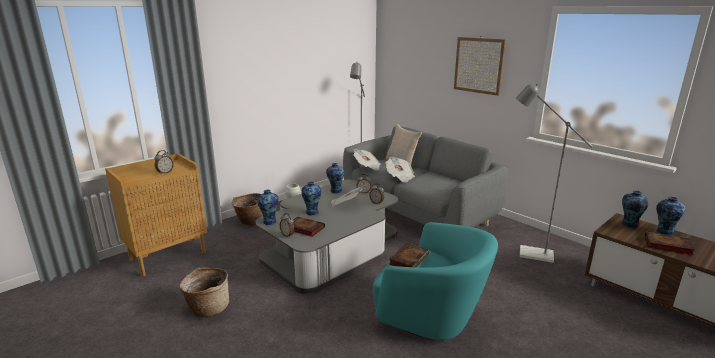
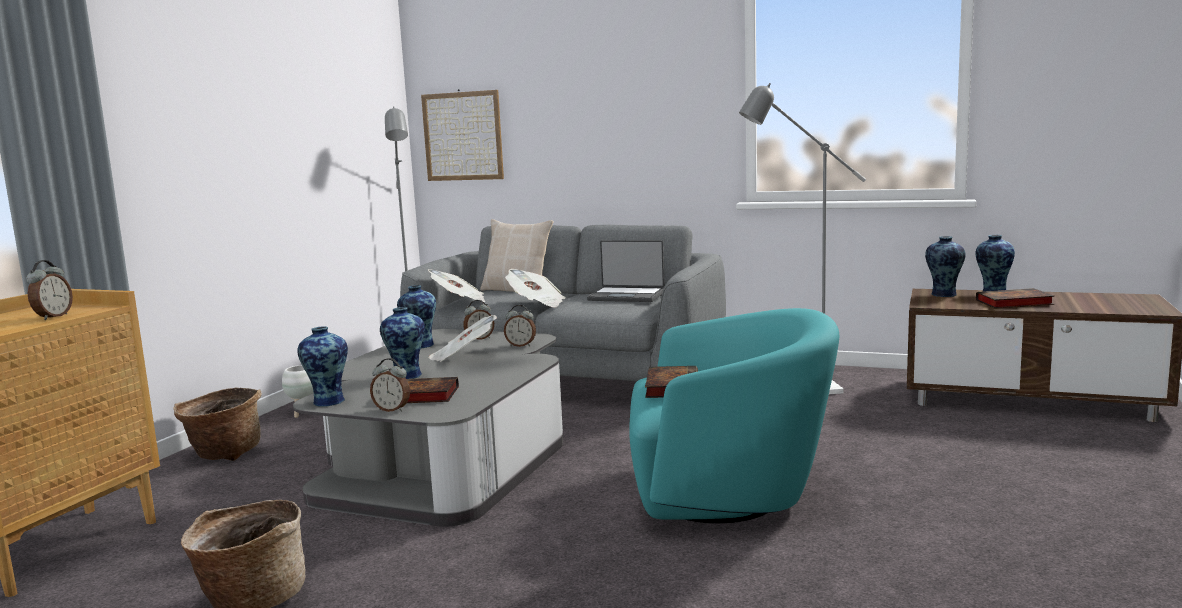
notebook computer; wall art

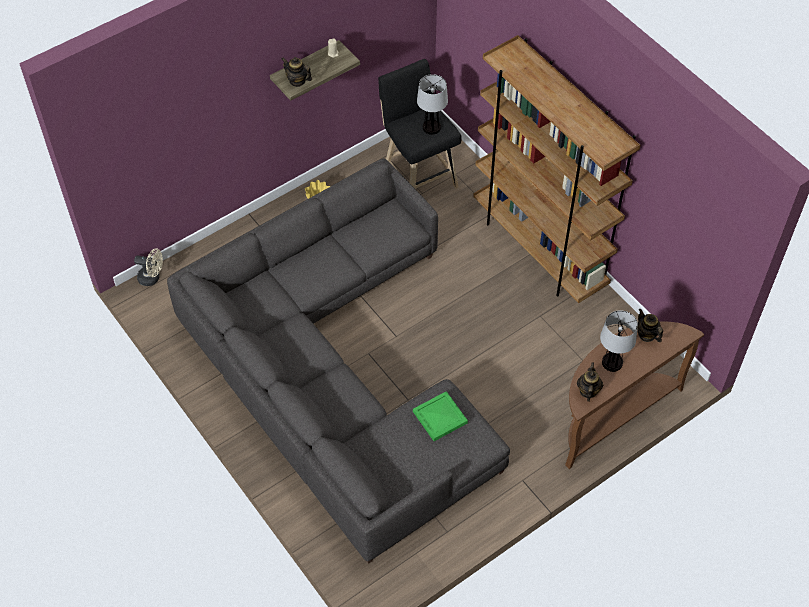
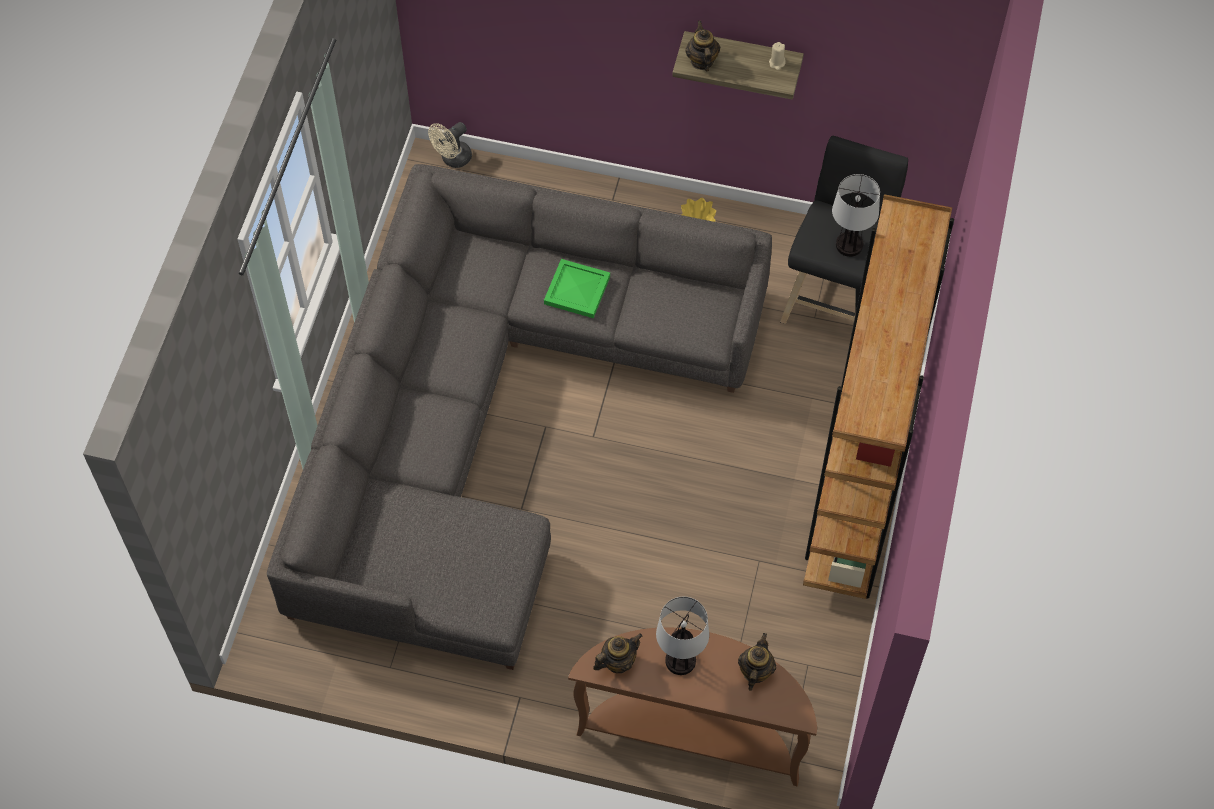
tray (greenish); electric fan (beige-coloured)

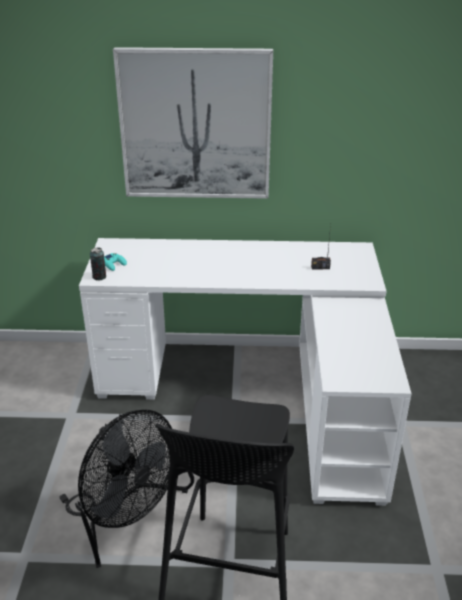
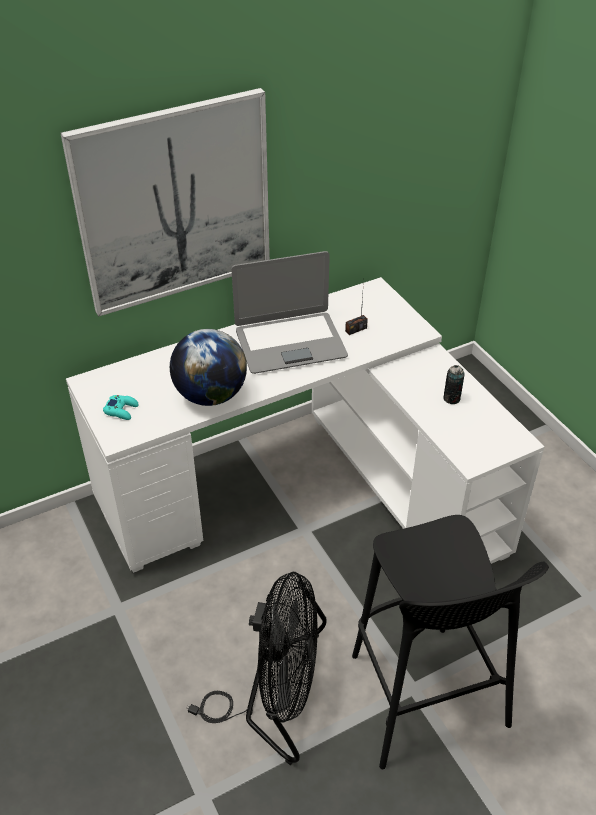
desk globe; notebook computer; can

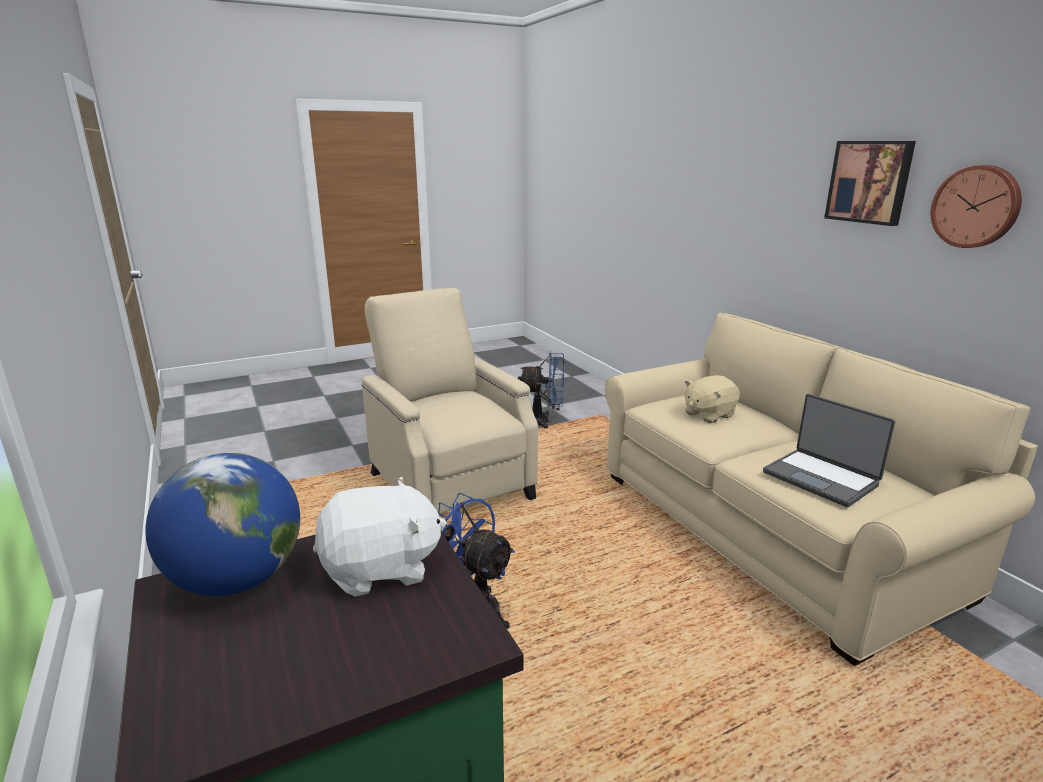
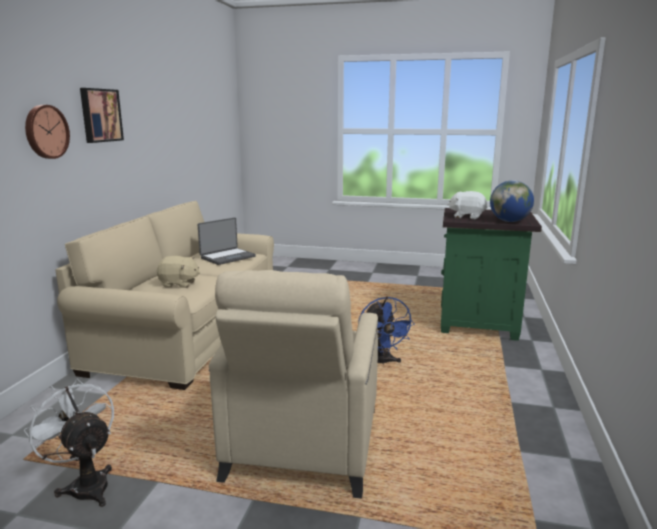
hanging clock; electric fan (white-coloured); notebook computer

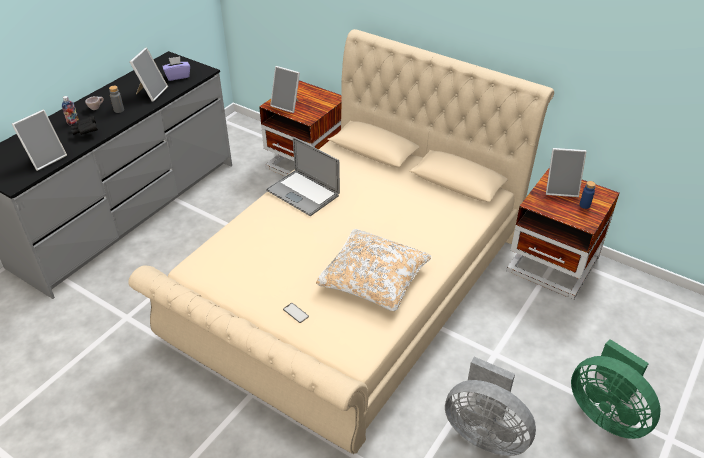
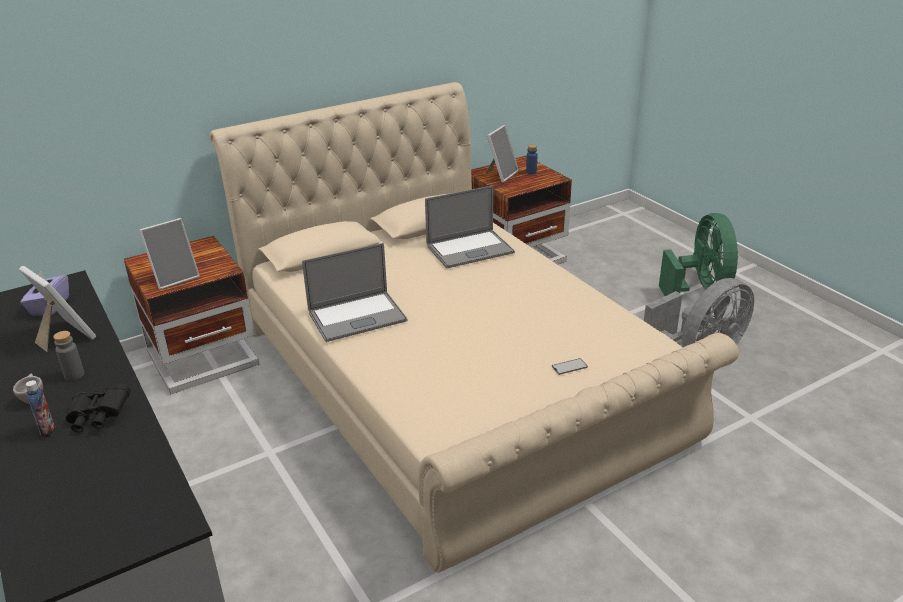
standing frame (no. 1 from left in the first image); throw pillow (white-coloured); notebook computer (no. 2 from left); electric fan (greenish)

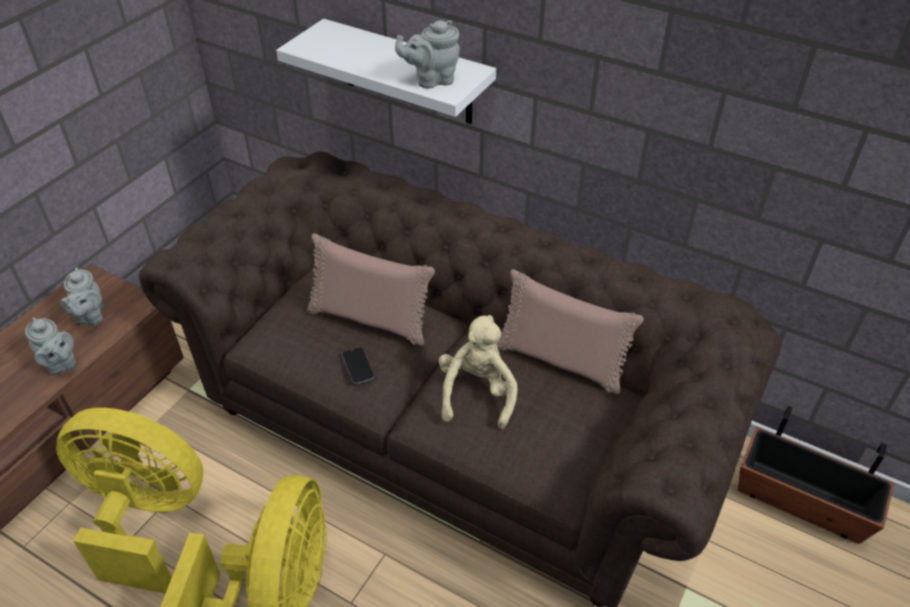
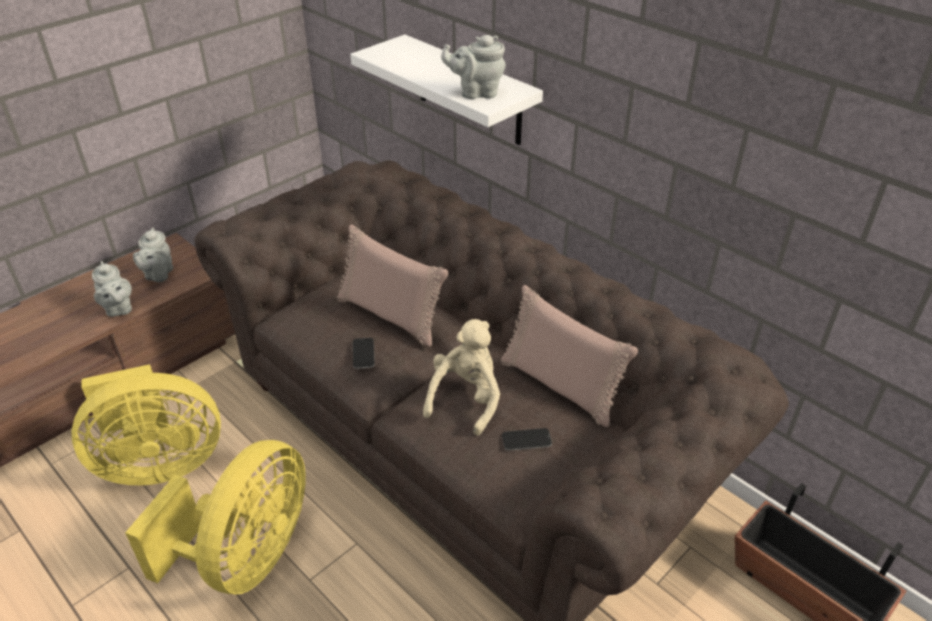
phone (no. 2 from left); electric fan (yellow-coloured) (no. 1 from left)

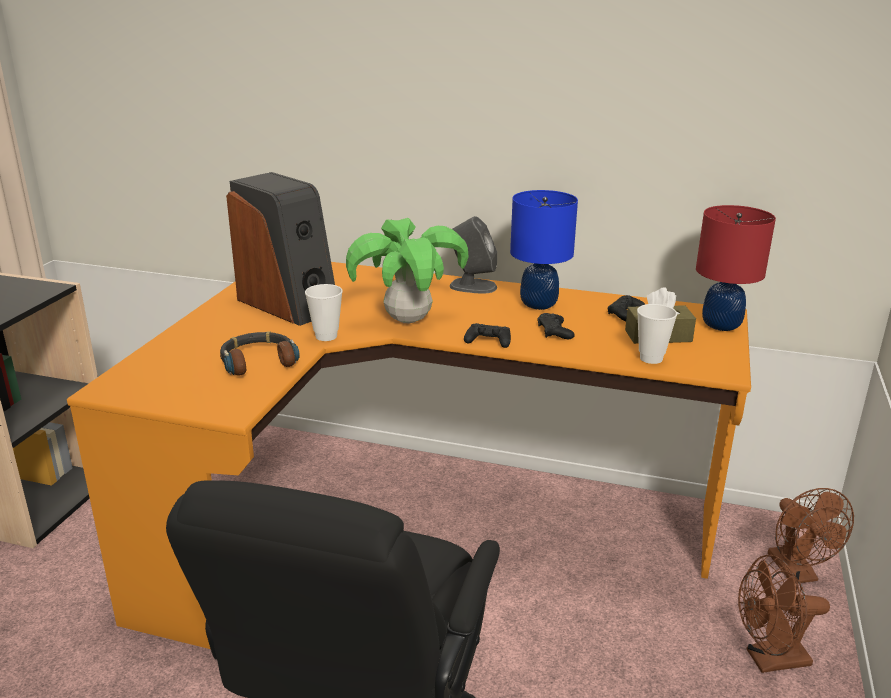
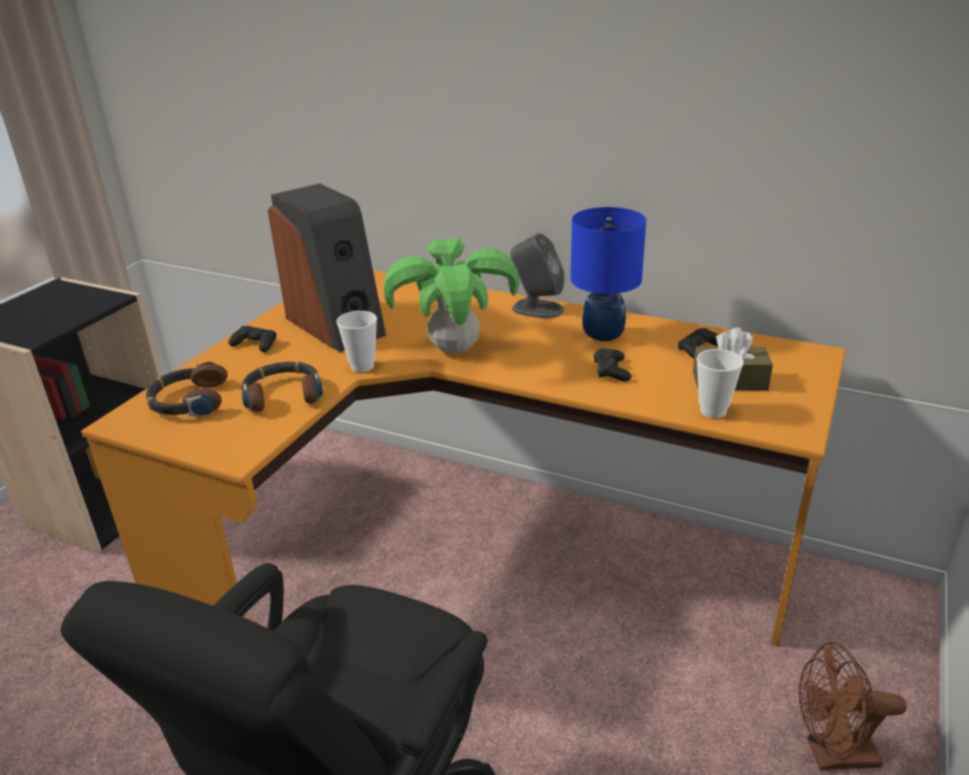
tabletop lamp (red-coloured); electric fan (brown) (no. 2 from left in the first image); headphones (no. 1 from left); gamepad (blackish) (no. 1 from left)

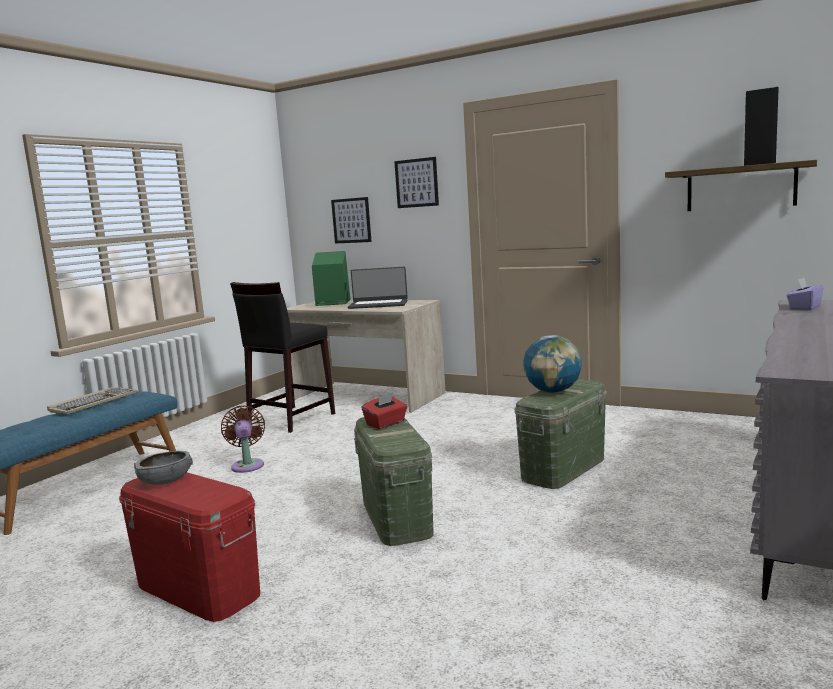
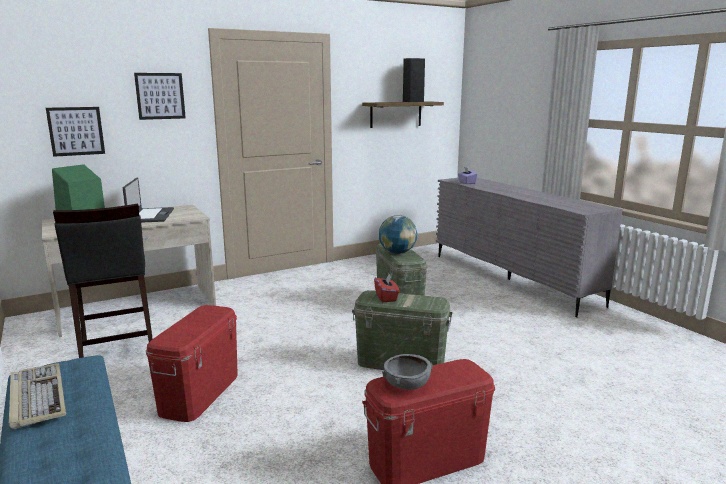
storage box (red-coloured) (no. 1 from left); notebook computer

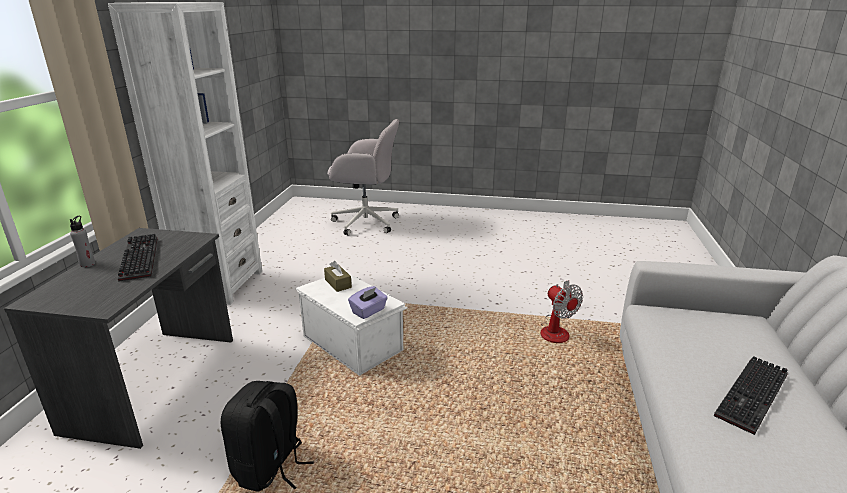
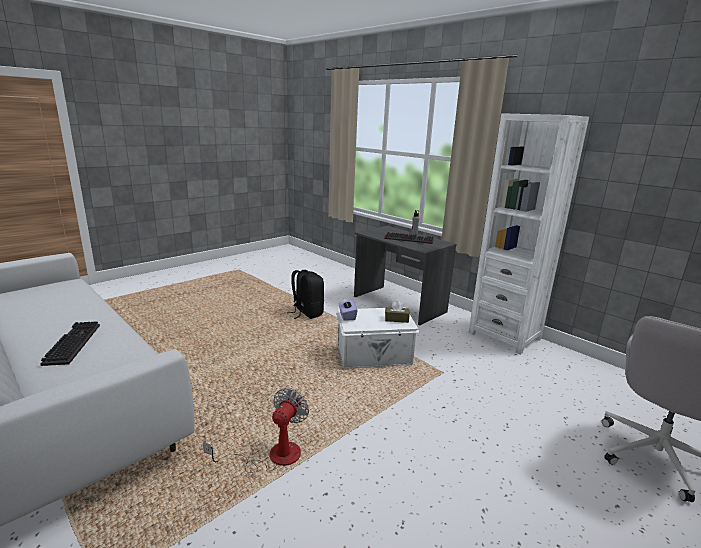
electric fan

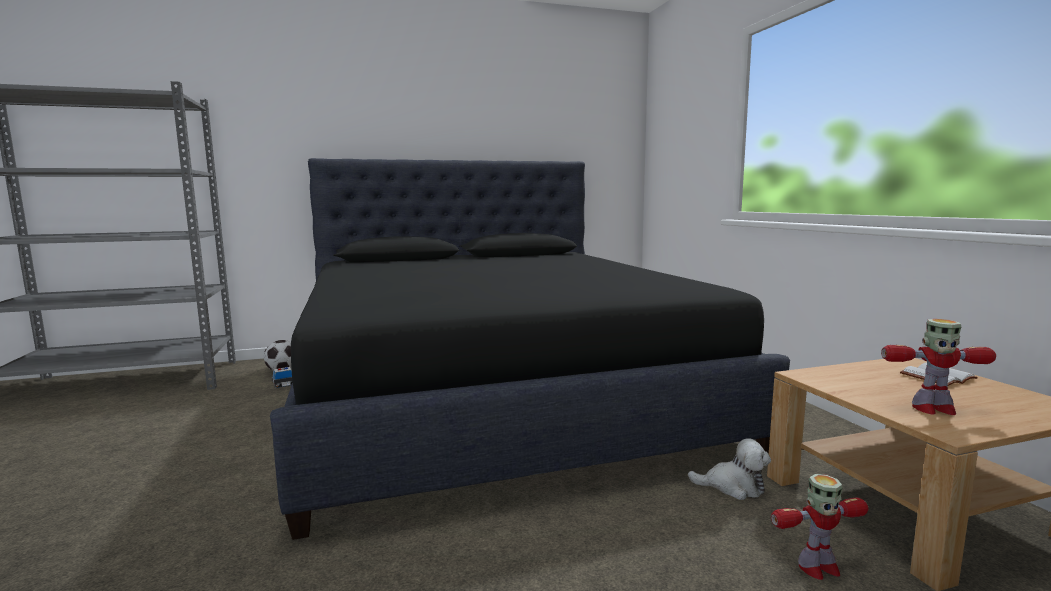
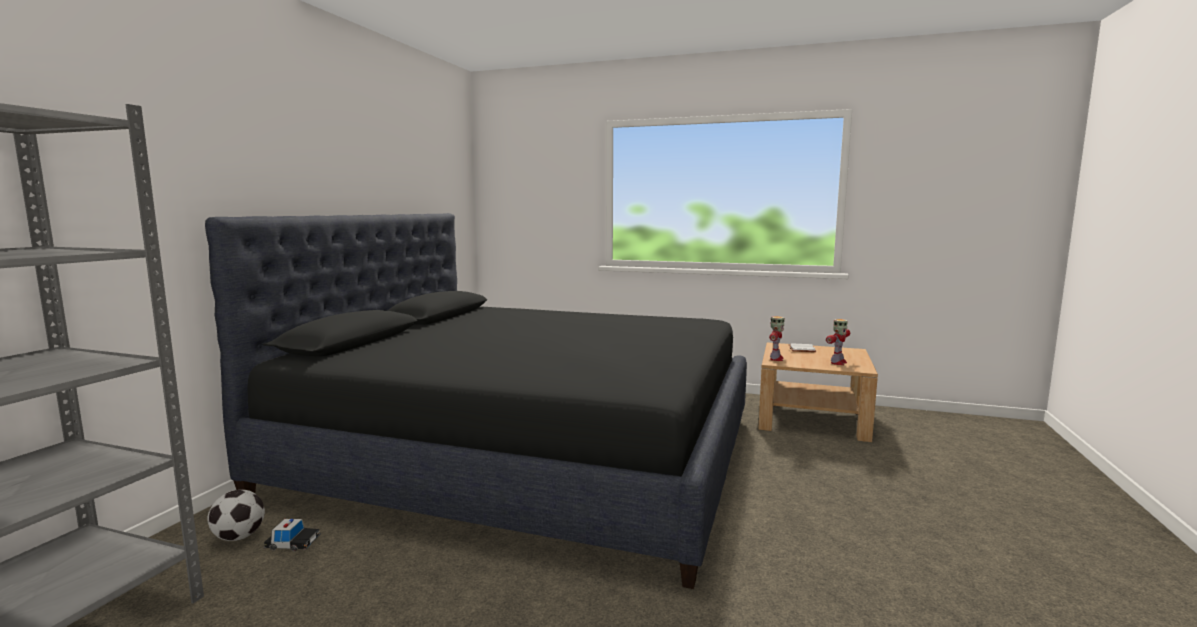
soft toy; model robot (no. 1 from left)

